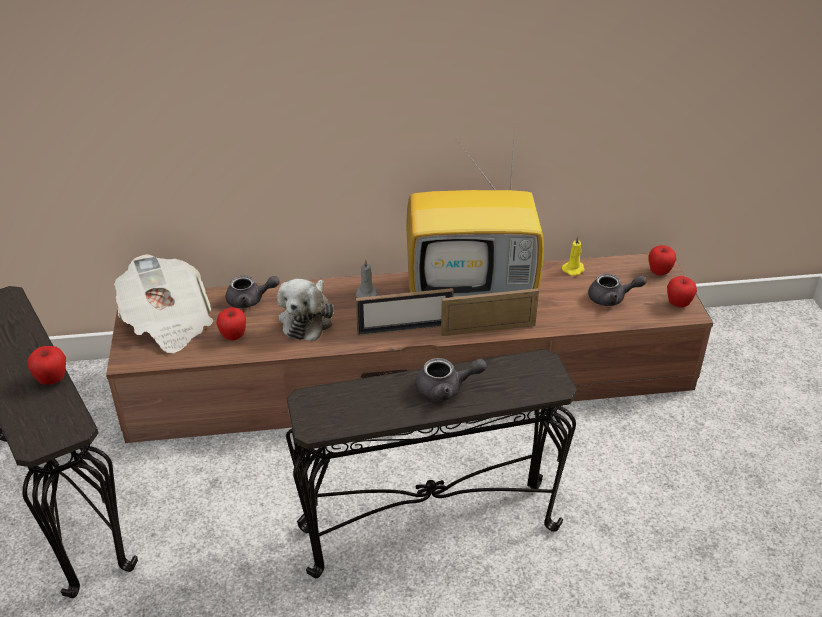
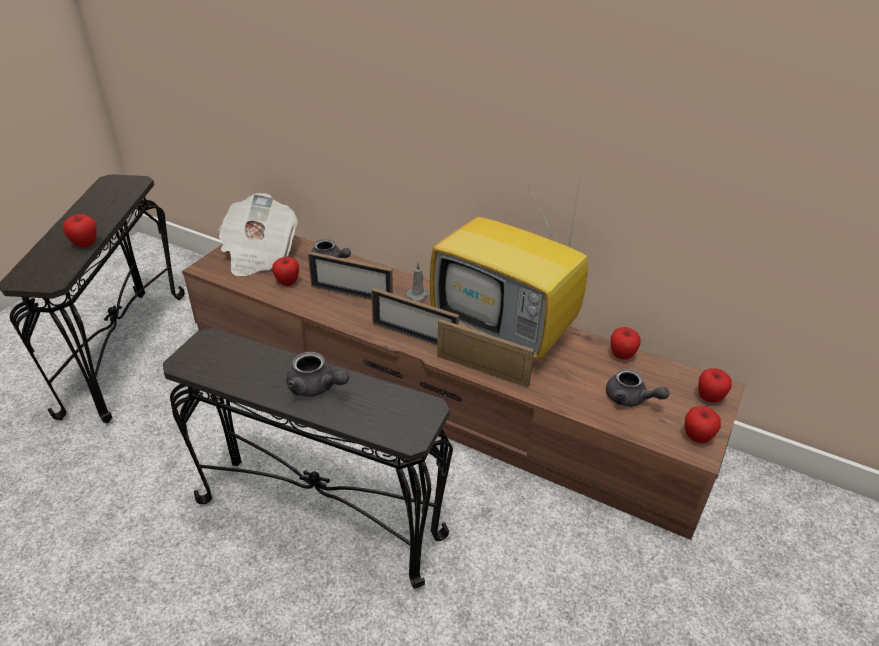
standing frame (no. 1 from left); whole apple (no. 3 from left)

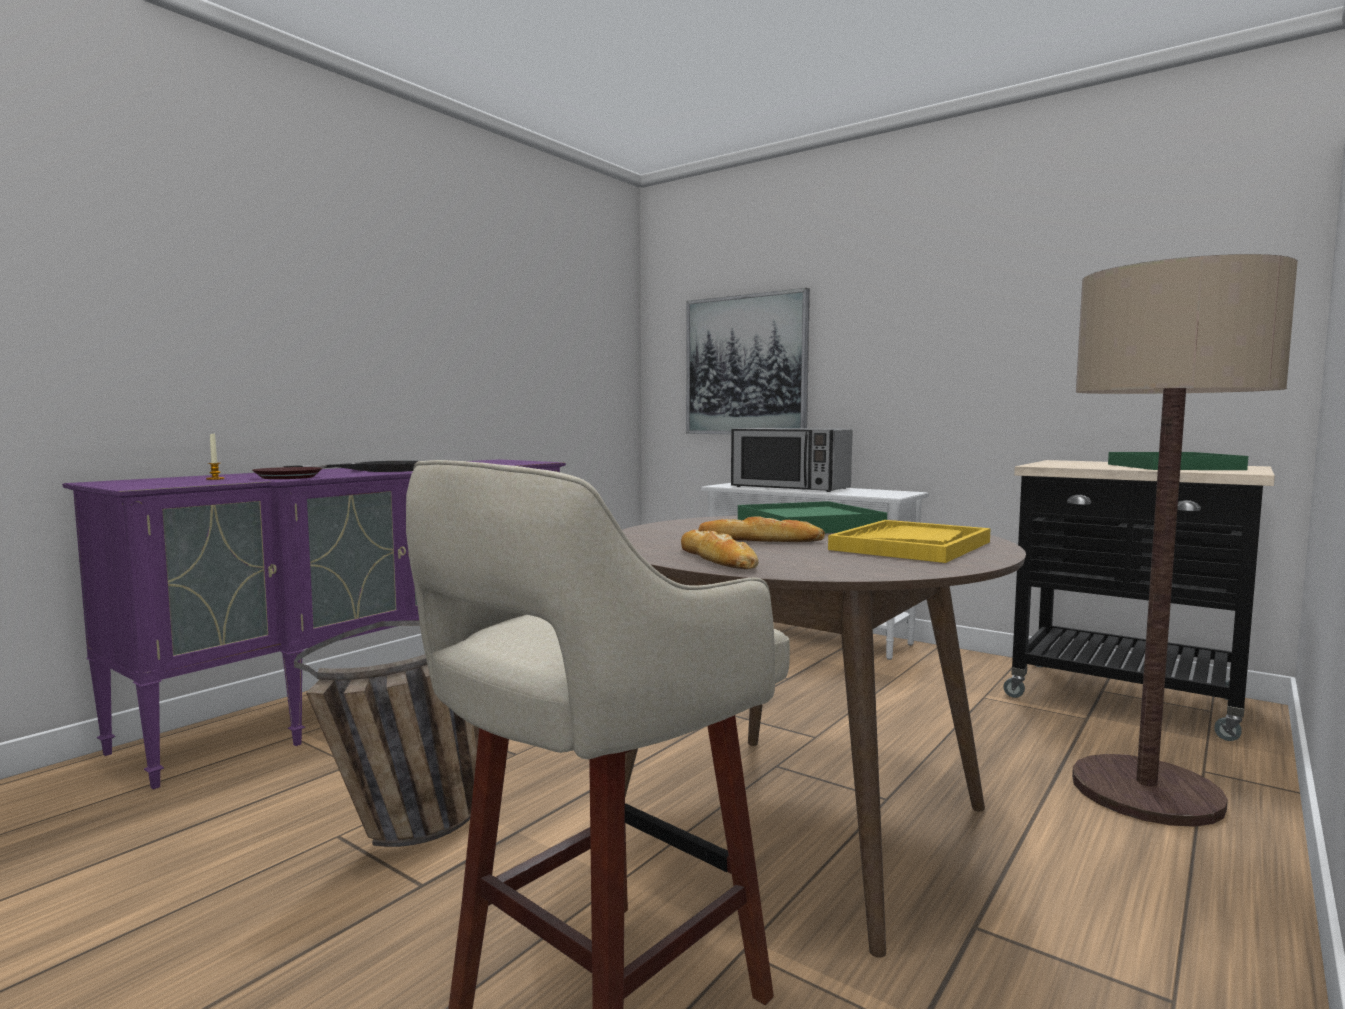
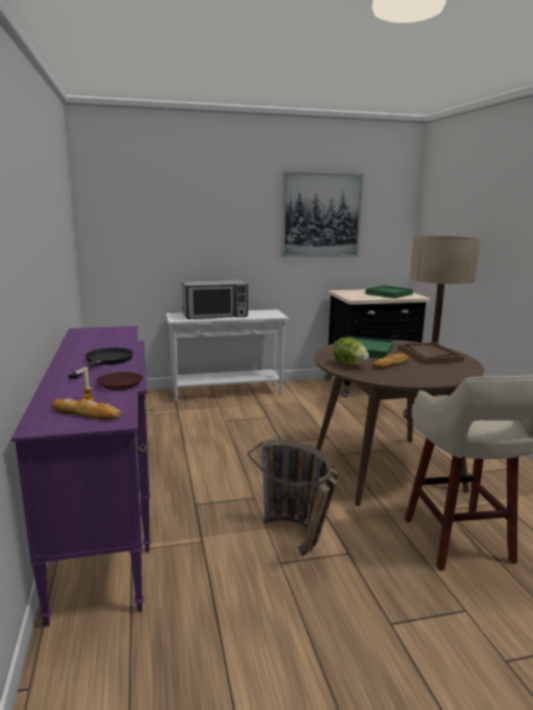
head of lettuce; baked bread (no. 1 from left); wall art; tray (brown)

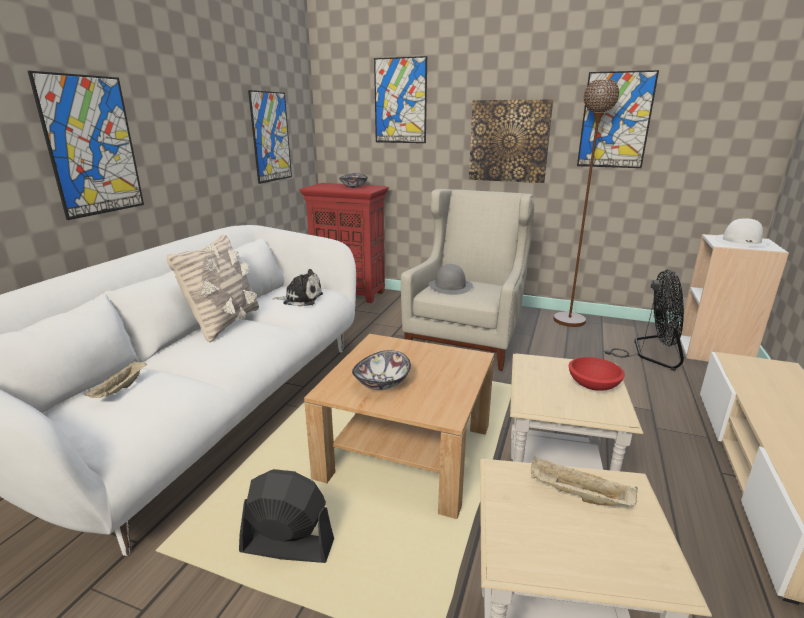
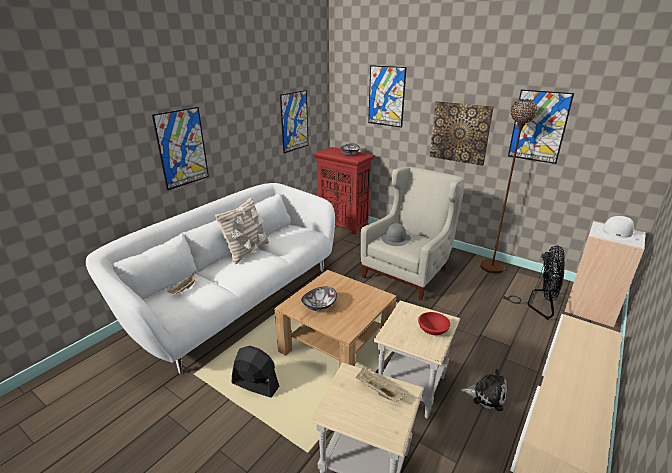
soft toy

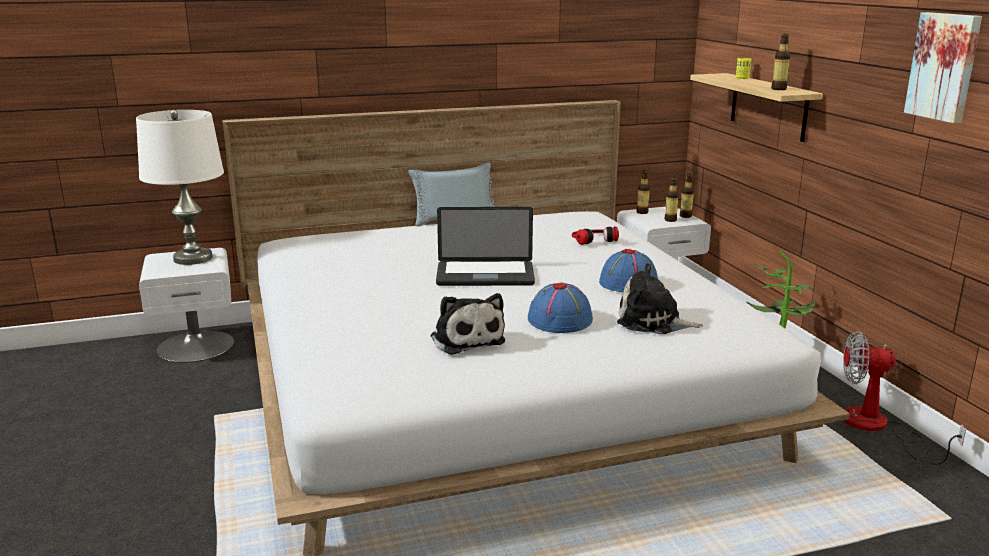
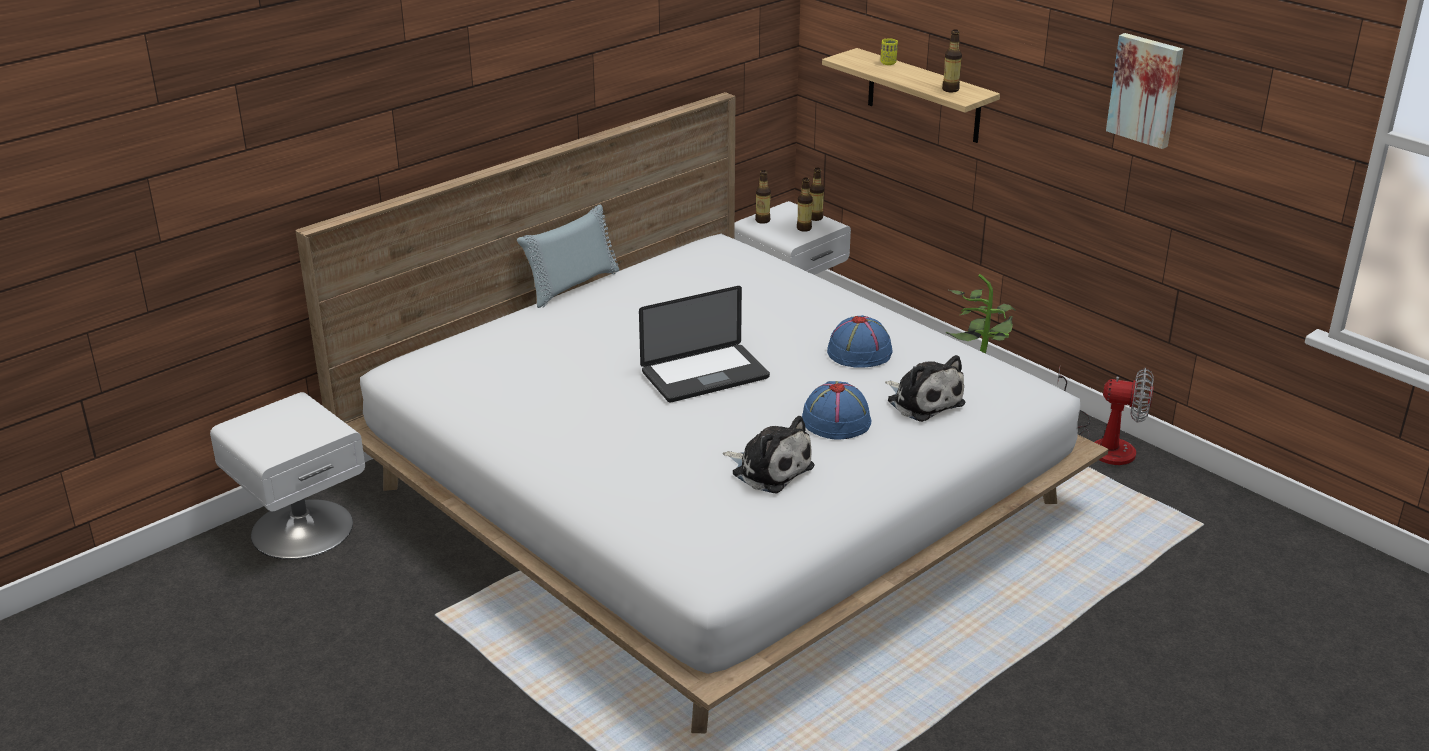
tabletop lamp (white-coloured); headphones; soft toy (no. 2 from left); electric fan

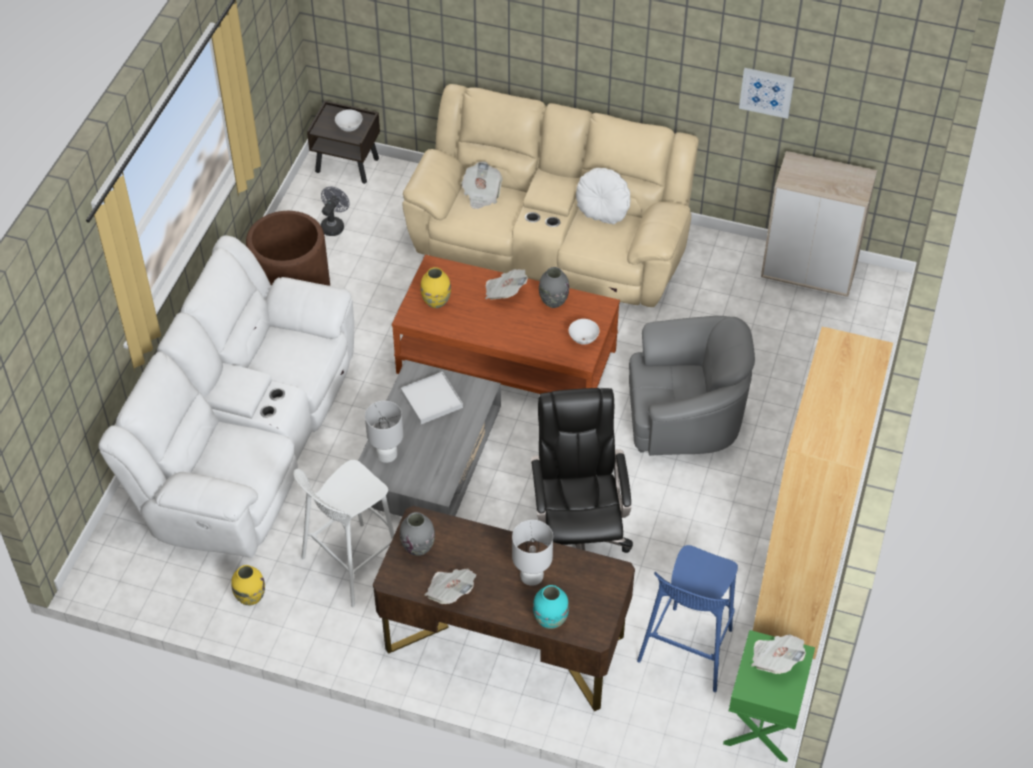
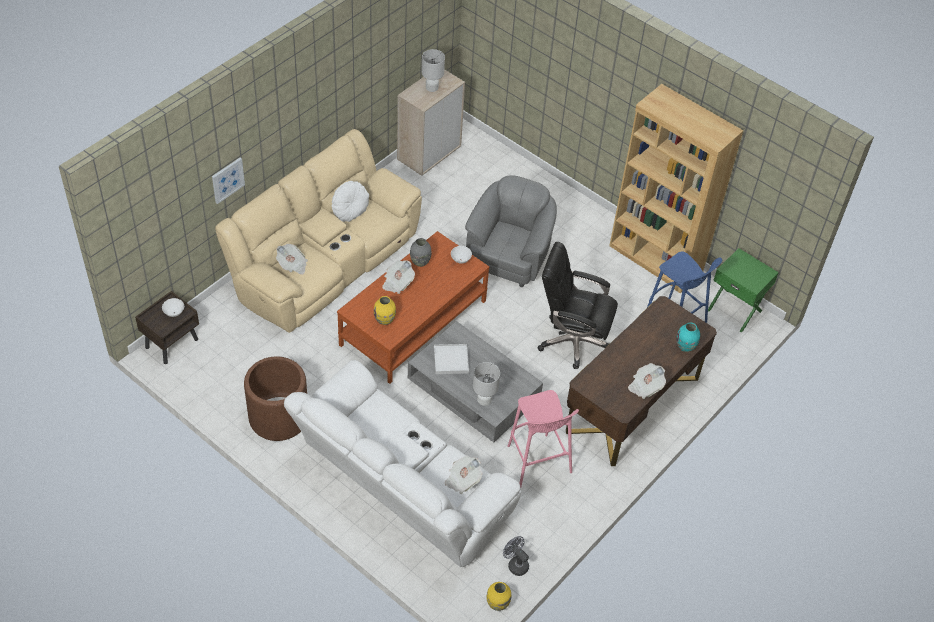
flower vase (gray) (no. 1 from left in the first image); flower vase (yellow-coloured) (no. 2 from left); electric fan (gray); tabletop lamp (gray) (no. 1 from left); wall art; daily paper (no. 3 from left); sitting stool (pink)

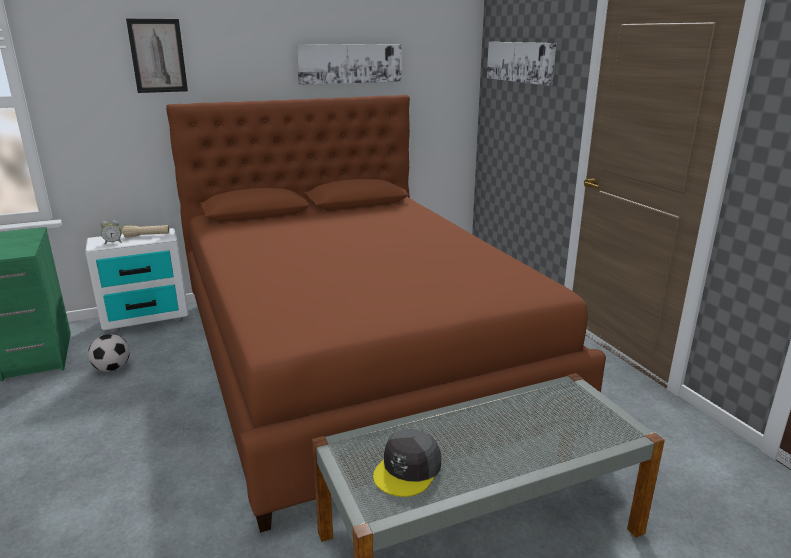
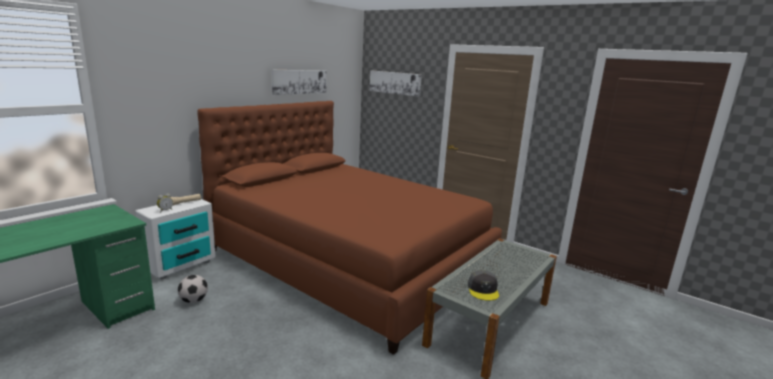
wall art (no. 1 from left in the first image)

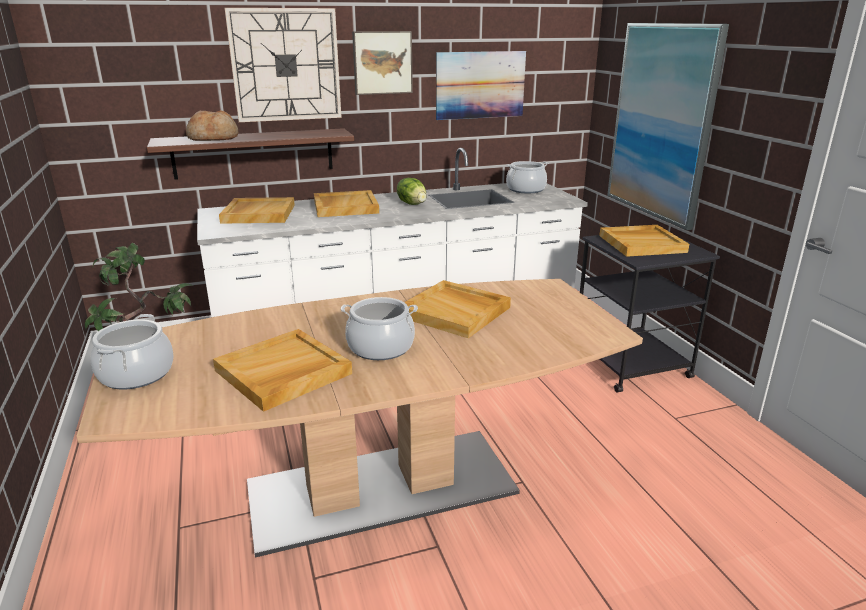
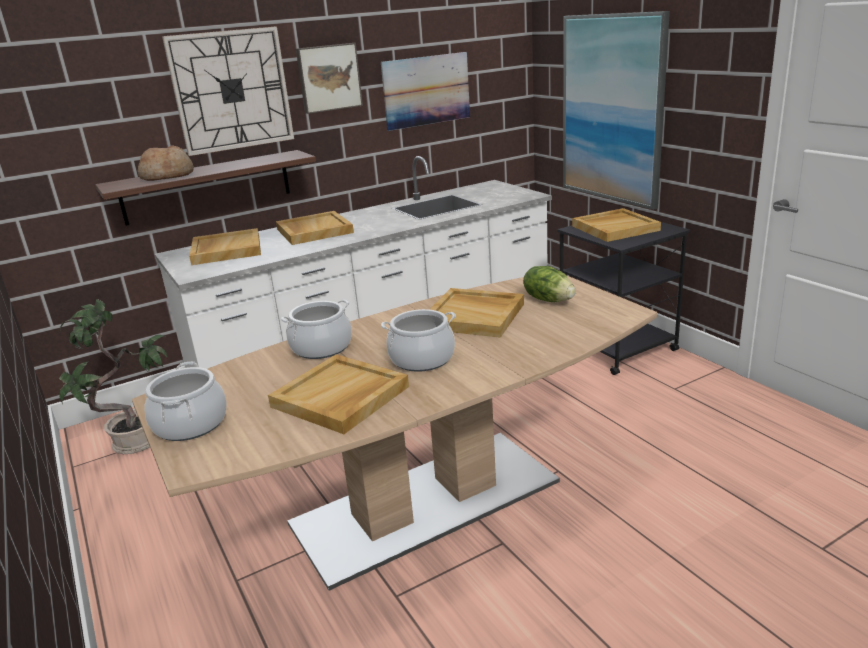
head of lettuce; stockpot (no. 2 from left)

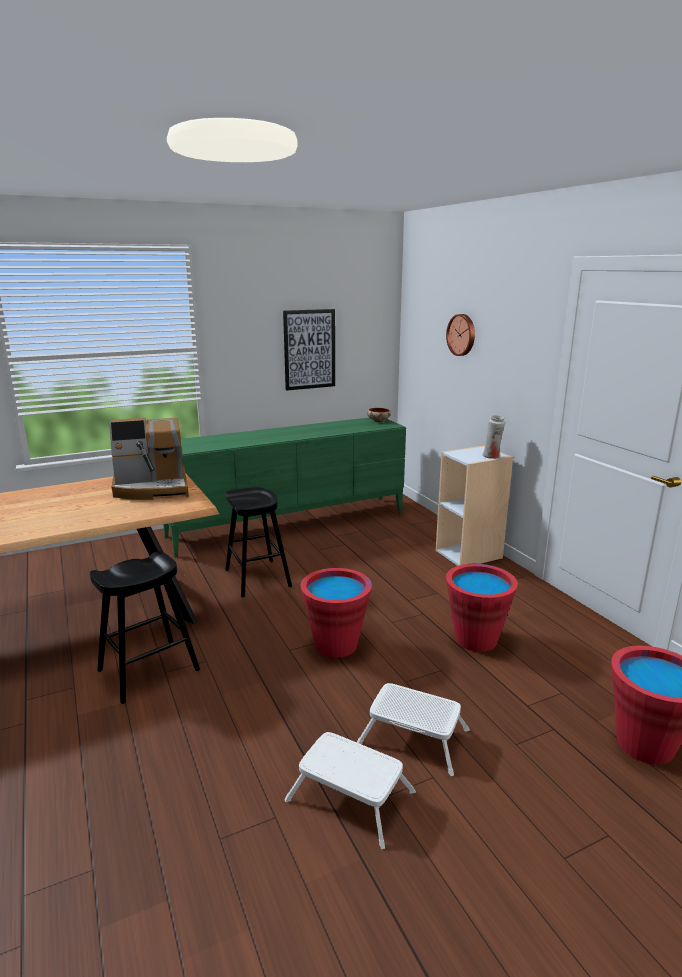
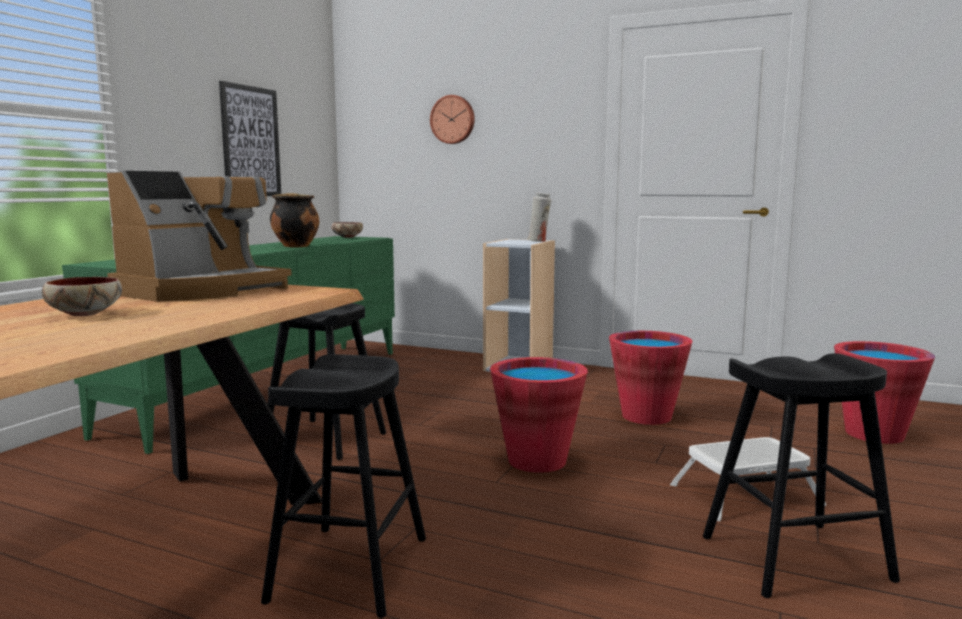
deep dish (no. 1 from left); stockpot; sitting stool (blackish) (no. 3 from left)

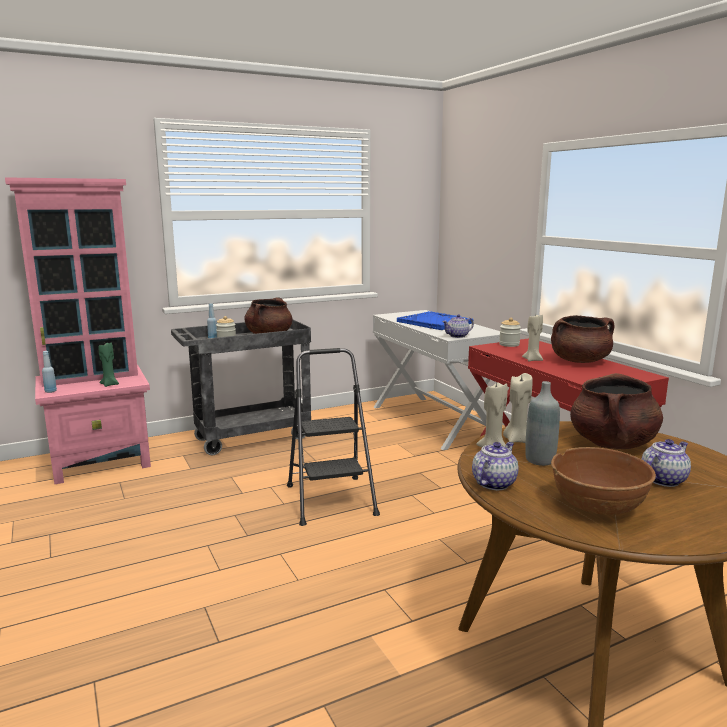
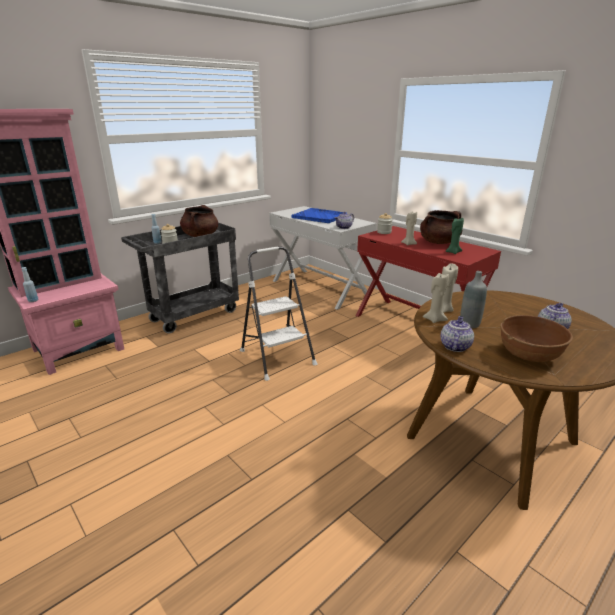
stockpot (brown) (no. 3 from left in the first image); wax light (greenish); stepladder (white-coloured)

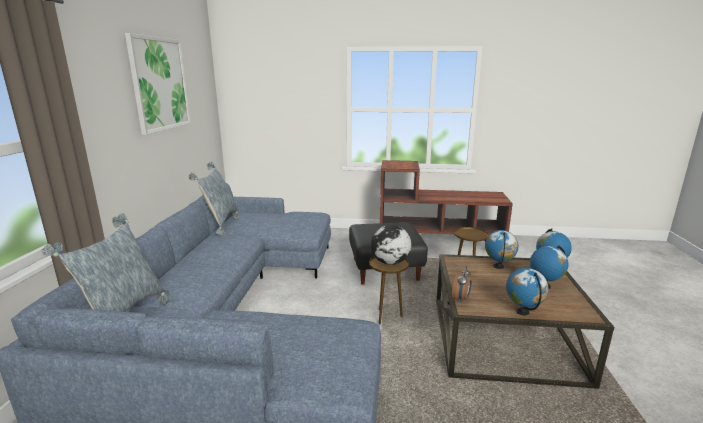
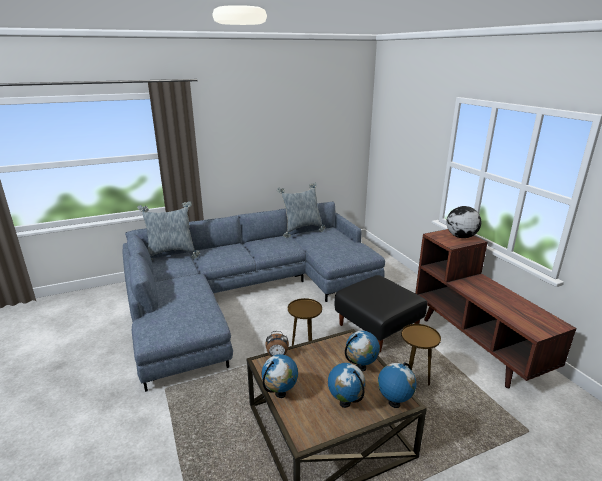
wall art; desk globe (no. 5 from left)

